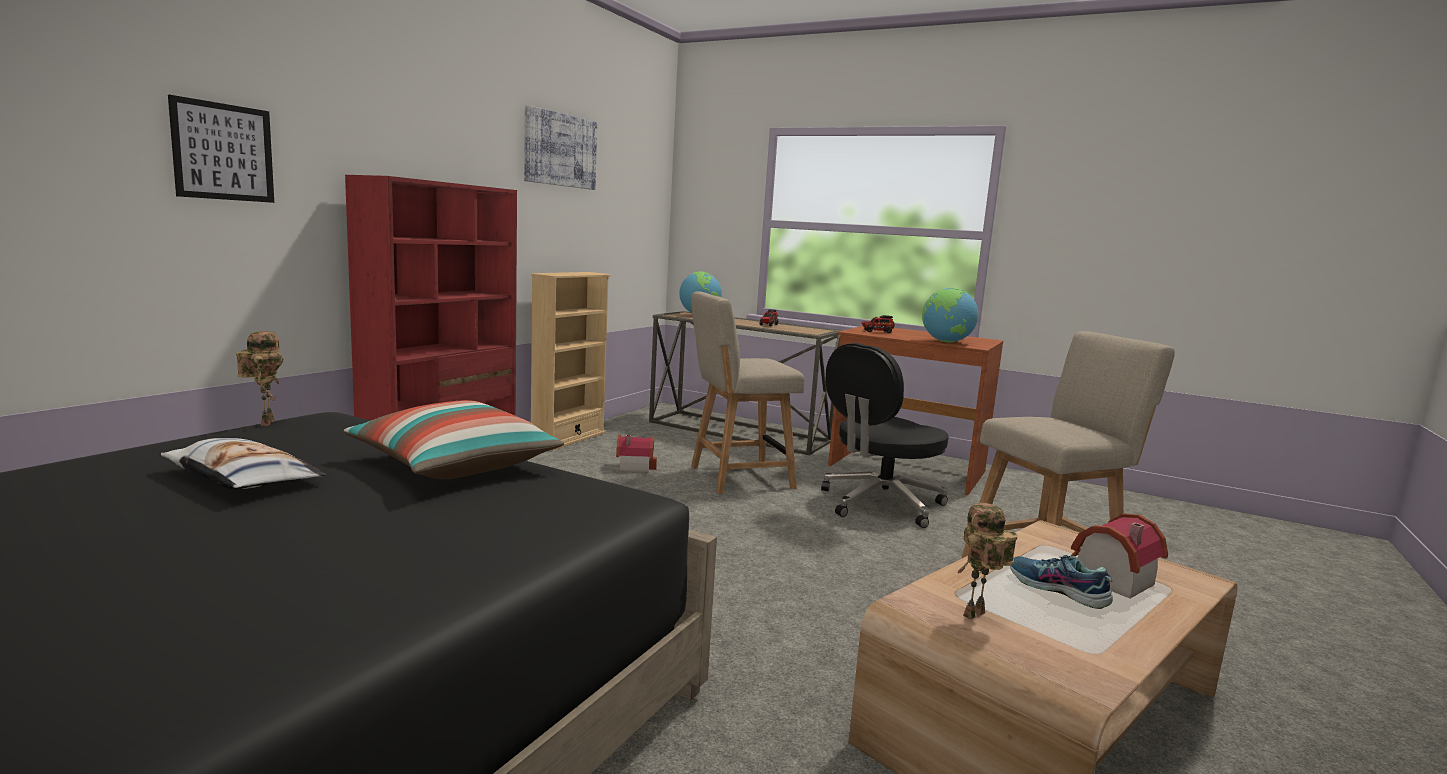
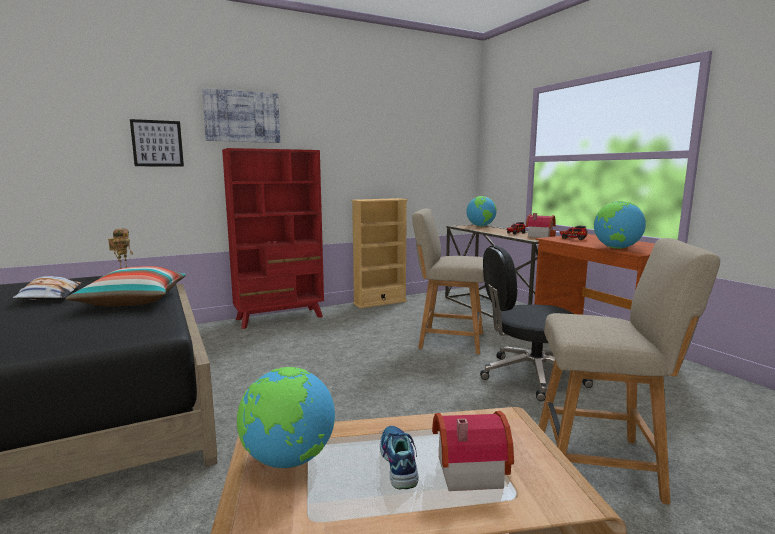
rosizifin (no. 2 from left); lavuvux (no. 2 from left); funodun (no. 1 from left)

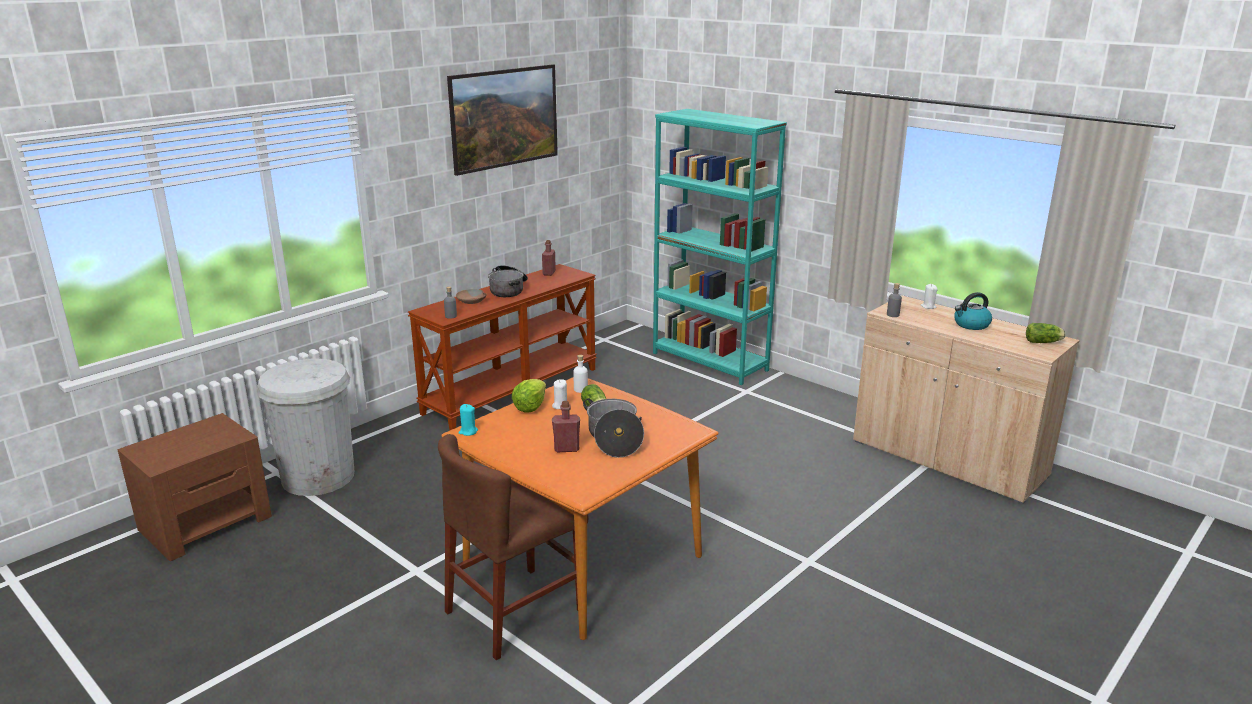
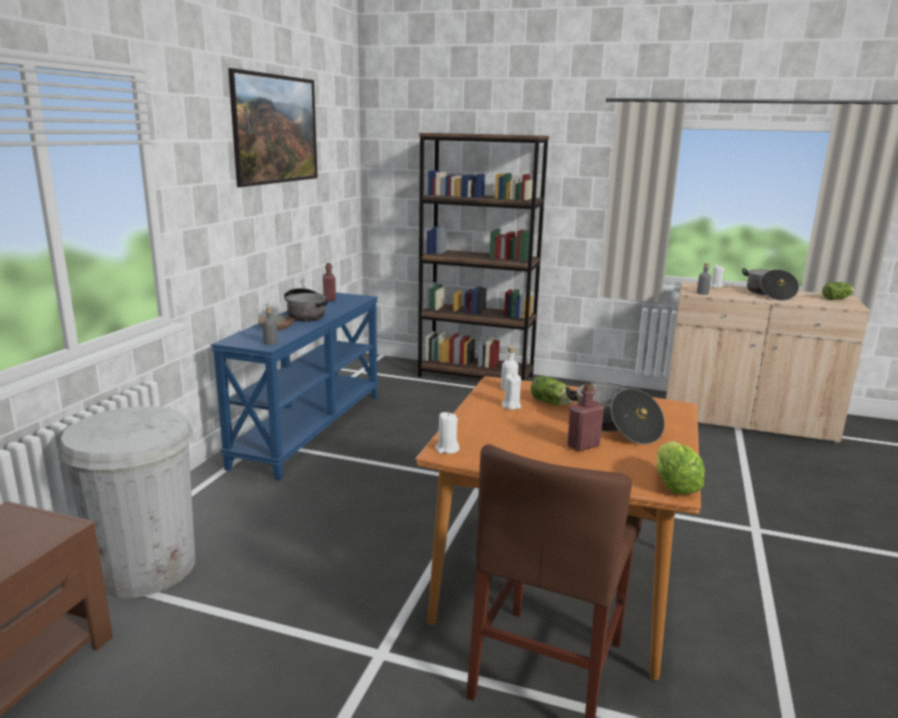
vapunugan (no. 2 from left); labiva (no. 3 from left); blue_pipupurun; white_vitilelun (no. 1 from left); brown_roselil

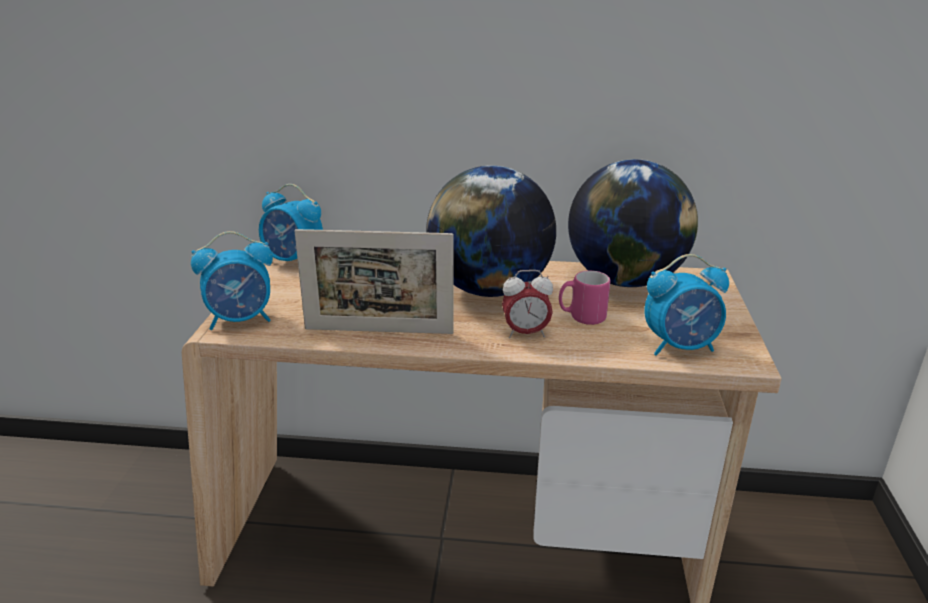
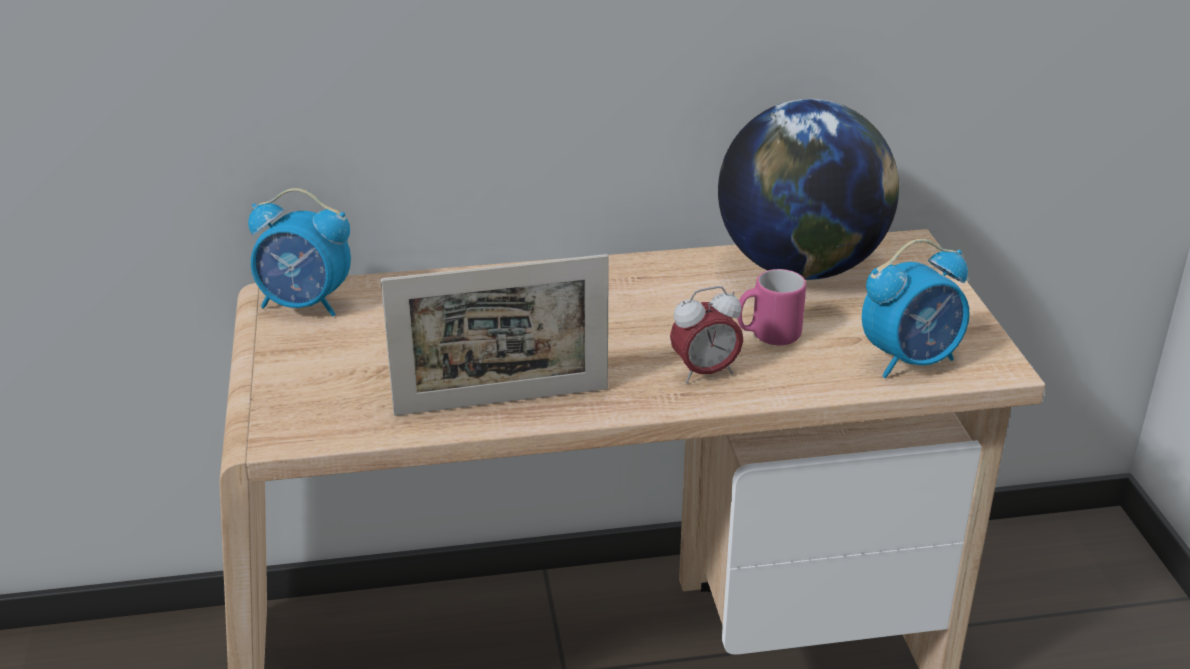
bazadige (no. 1 from left in the first image); funodun (no. 1 from left in the first image)

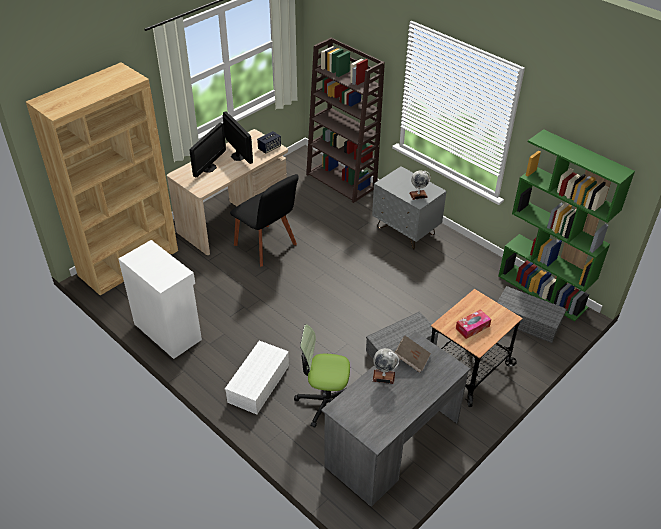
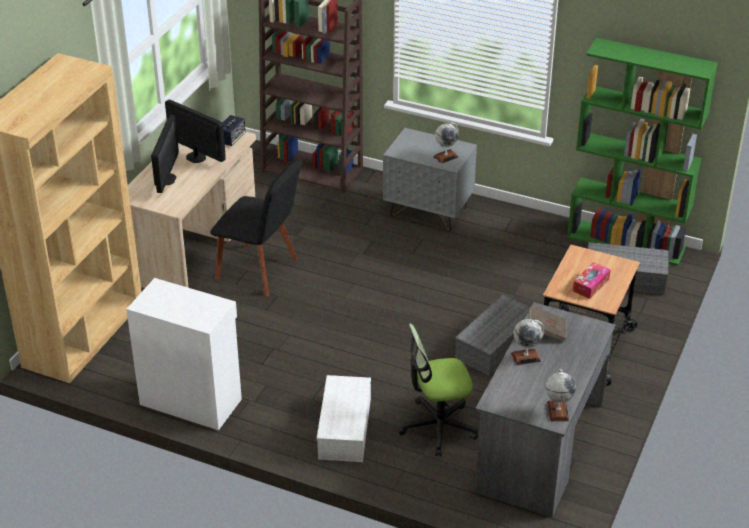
funodun (no. 3 from left)

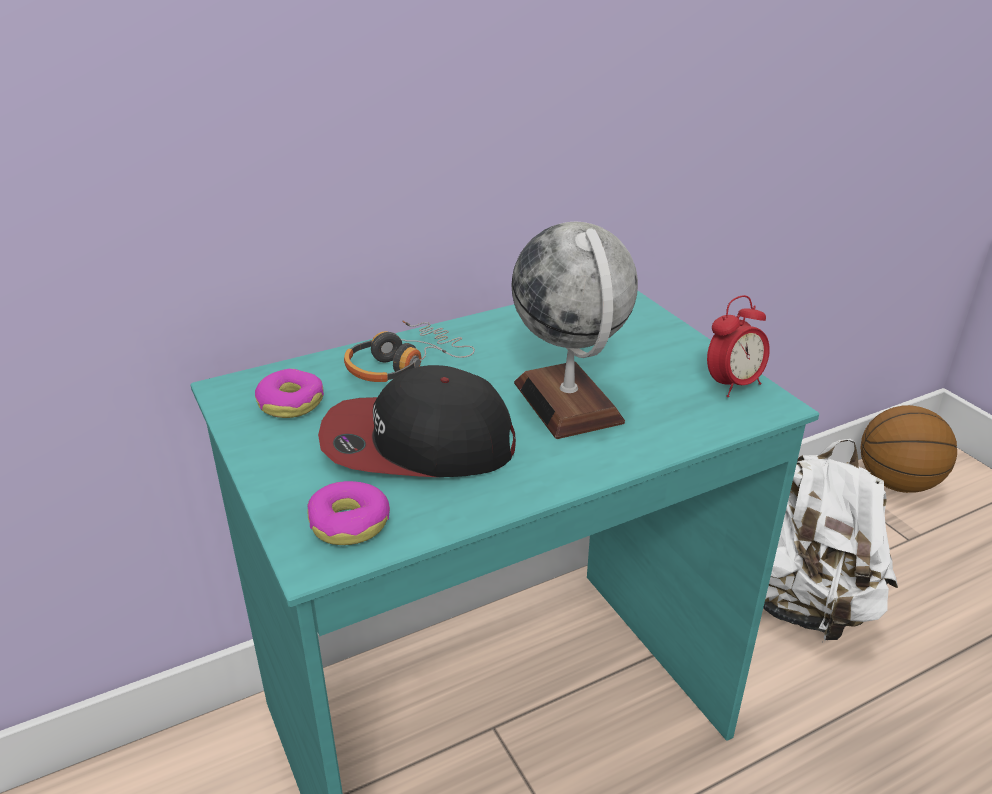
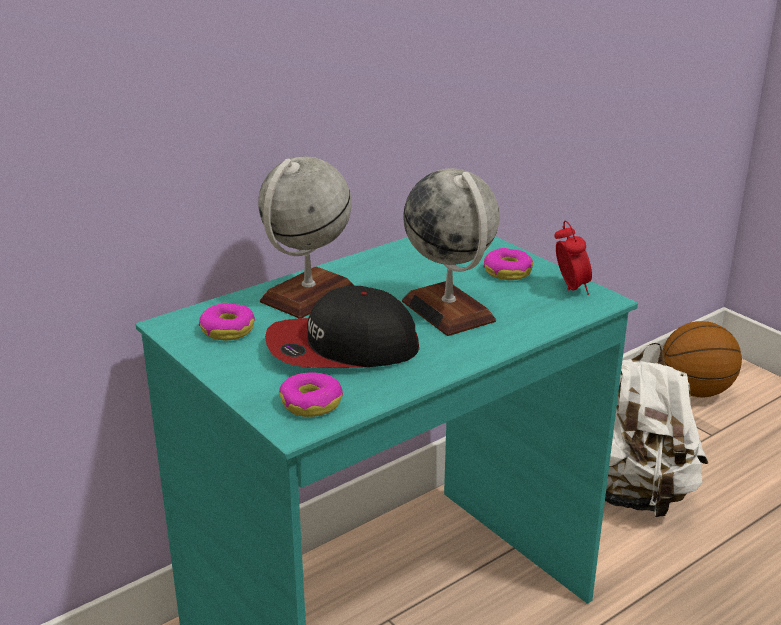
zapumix (no. 3 from left); funodun (no. 1 from left); bazadige

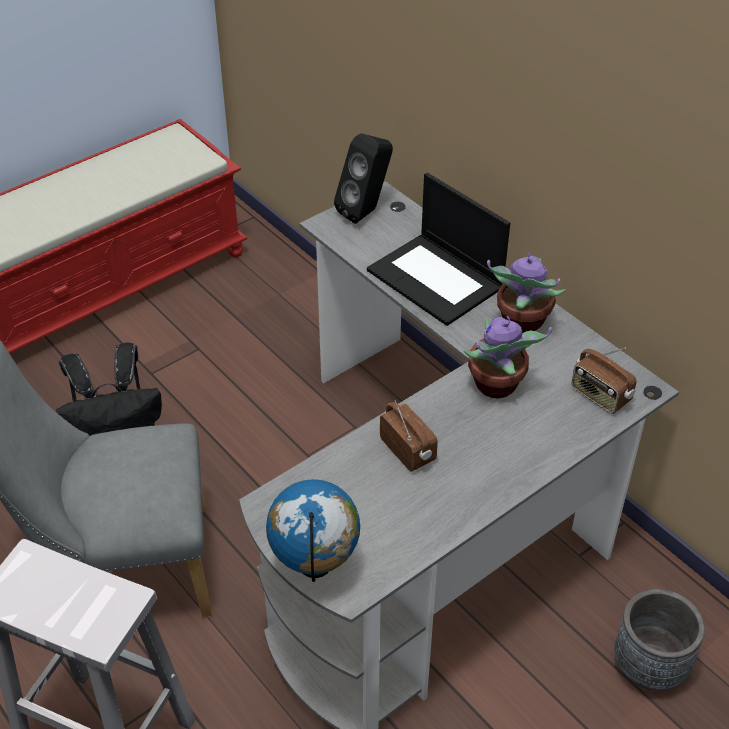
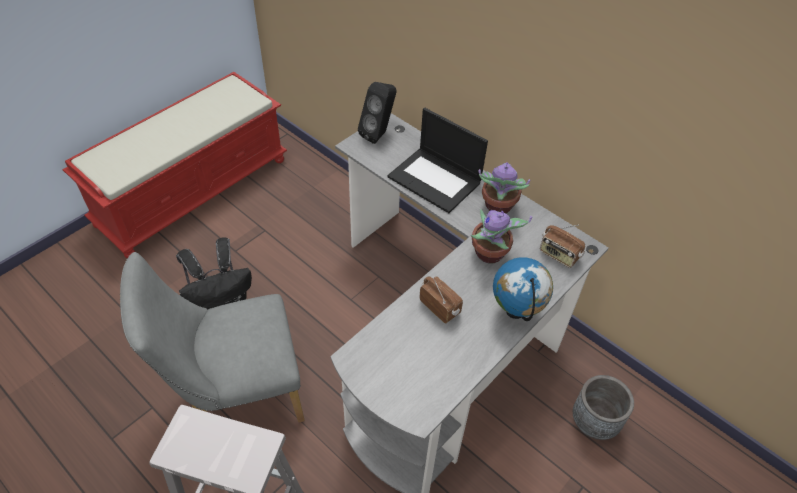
funodun

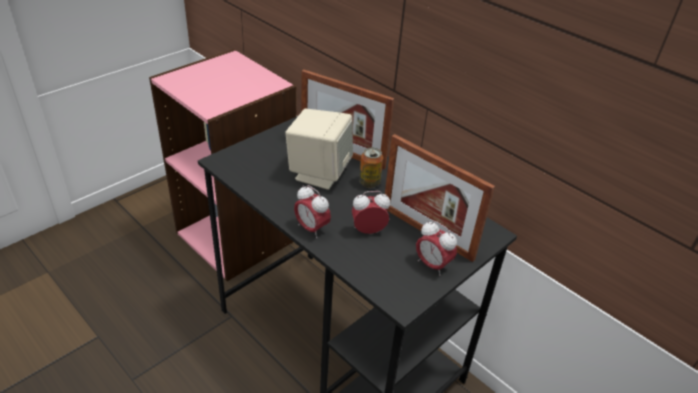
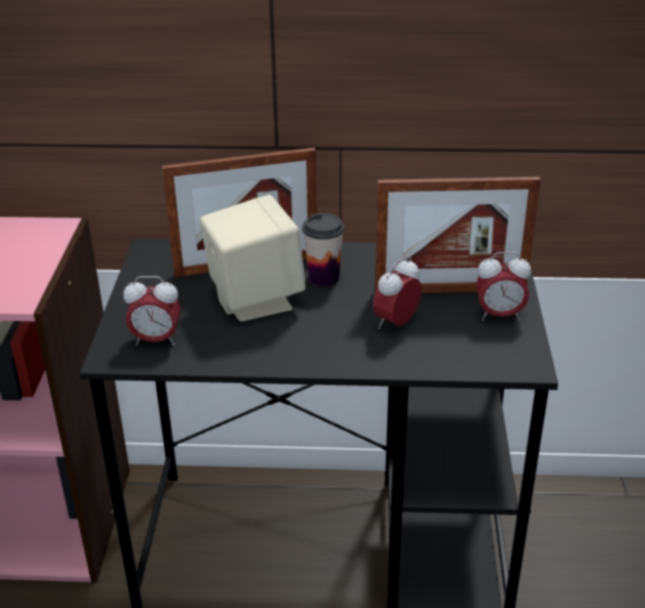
bazadige (no. 1 from left); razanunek

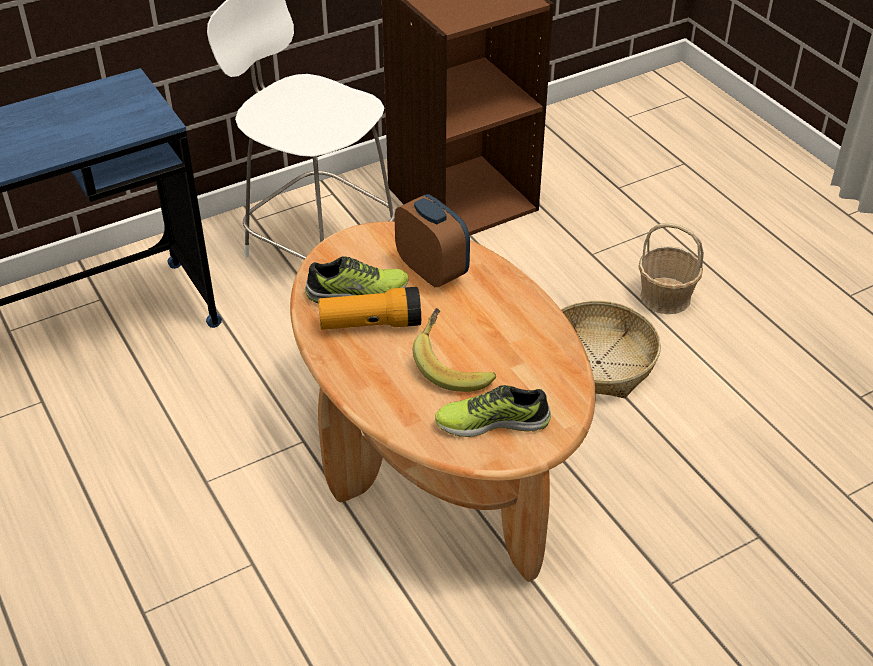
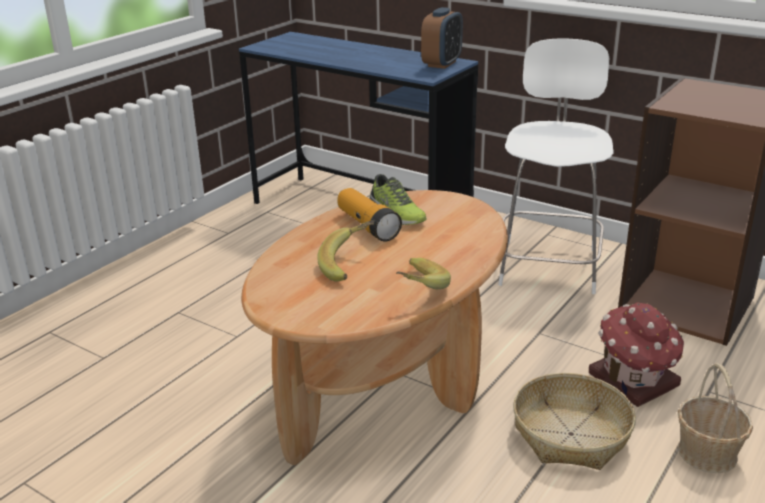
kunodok (no. 2 from left in the first image); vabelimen (no. 2 from left); lavuvux; bazadige

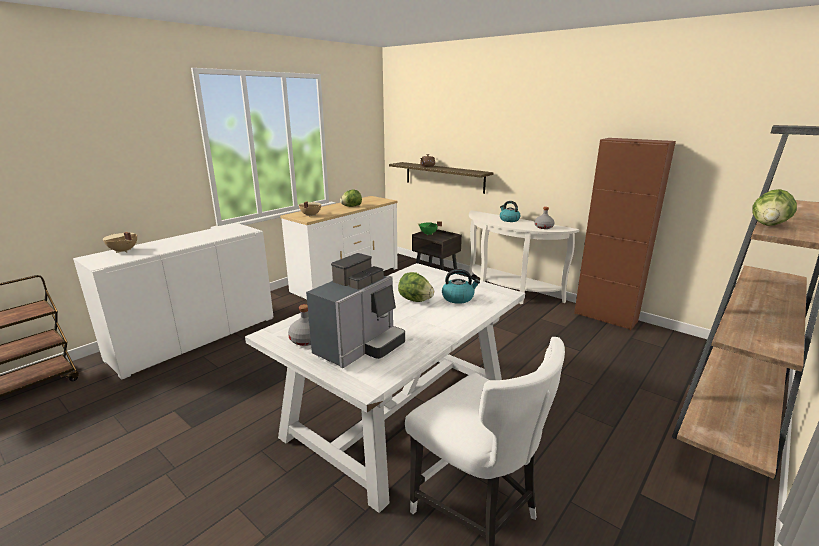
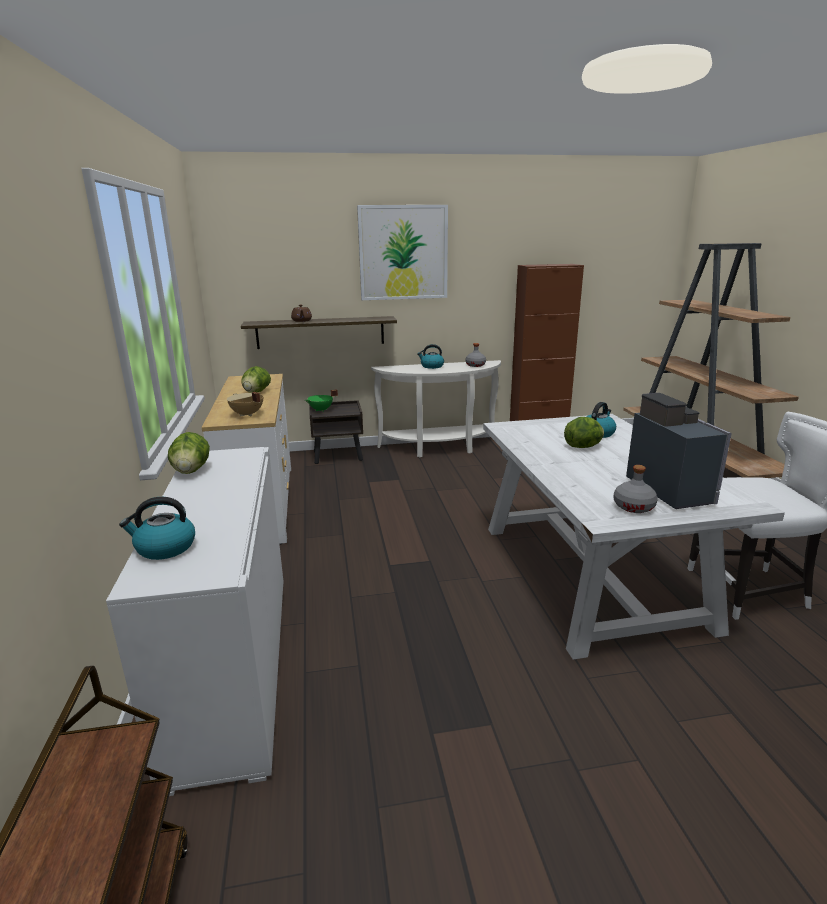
rosizifin; vapunugan (no. 1 from left); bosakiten (no. 1 from left)

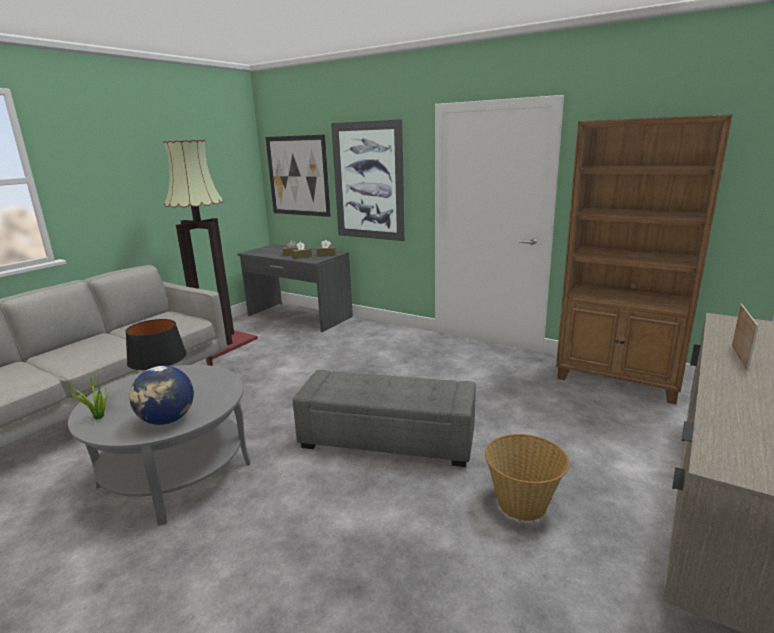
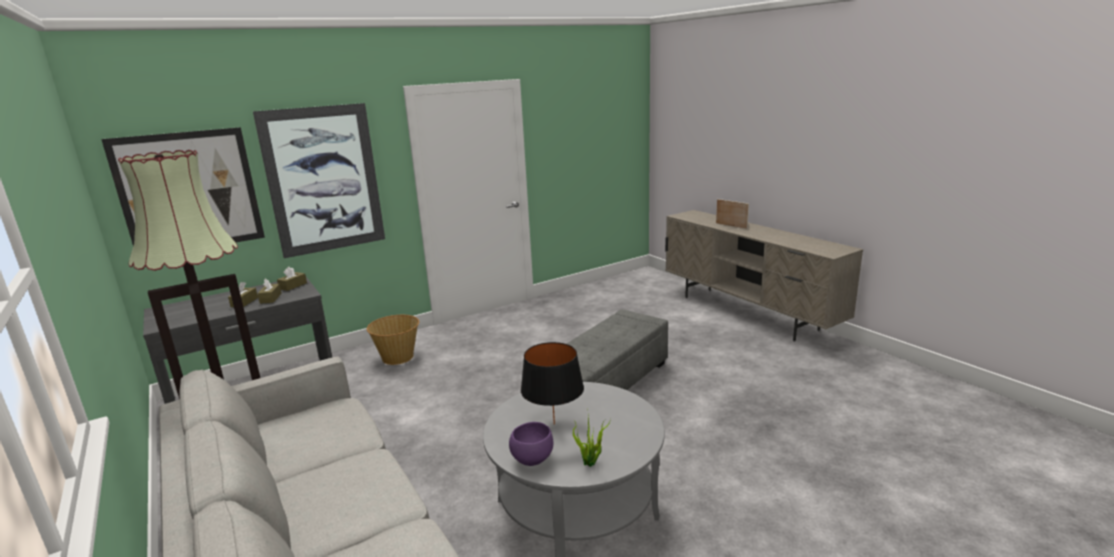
funodun; brown_roselil; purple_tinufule; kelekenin

